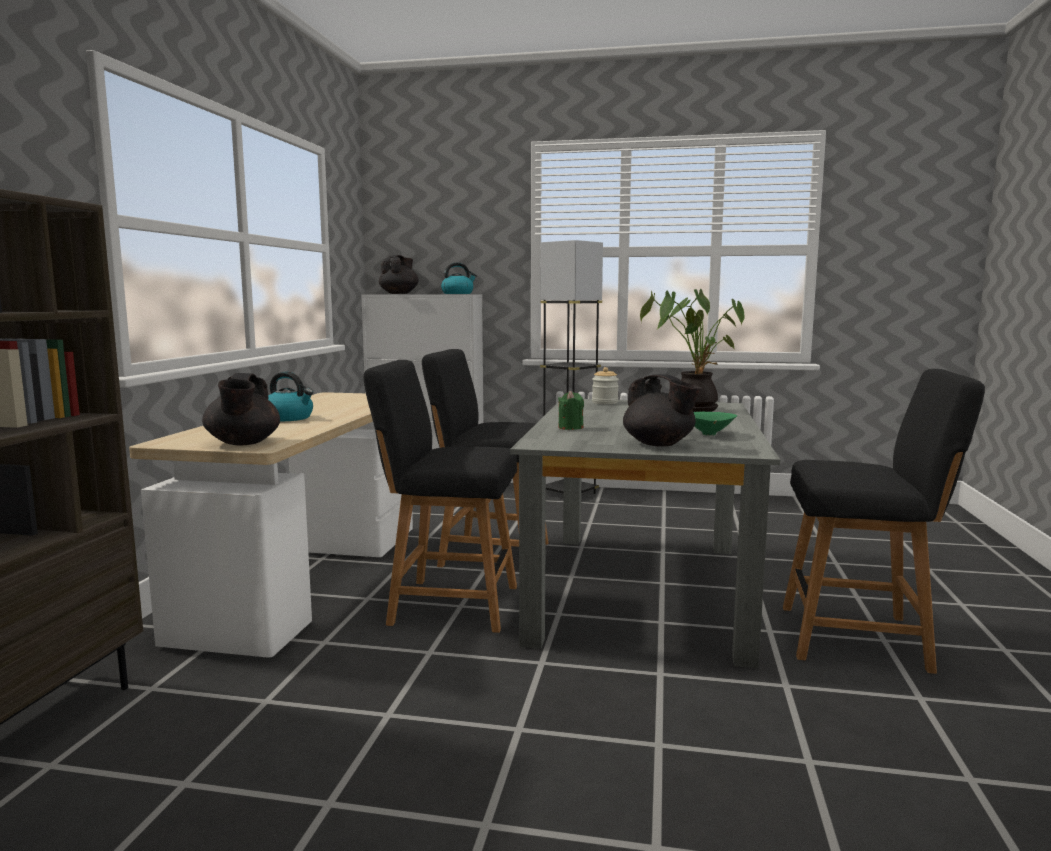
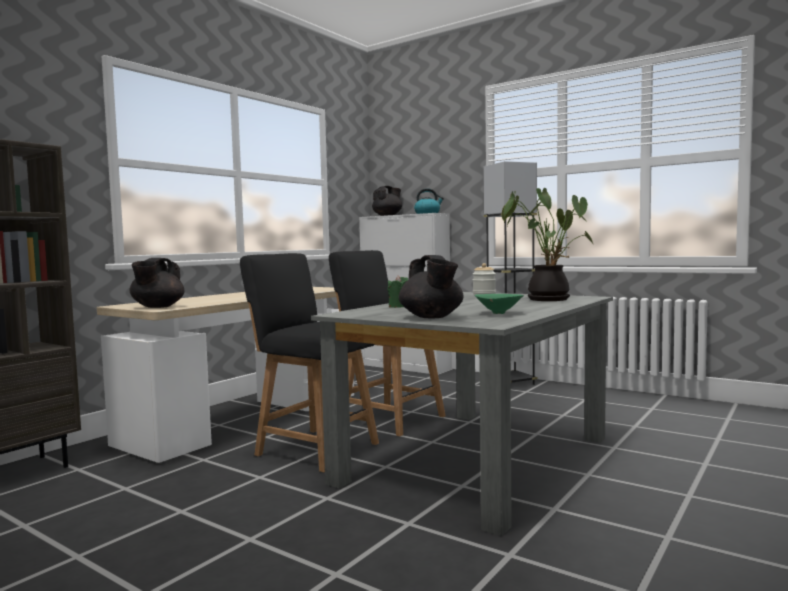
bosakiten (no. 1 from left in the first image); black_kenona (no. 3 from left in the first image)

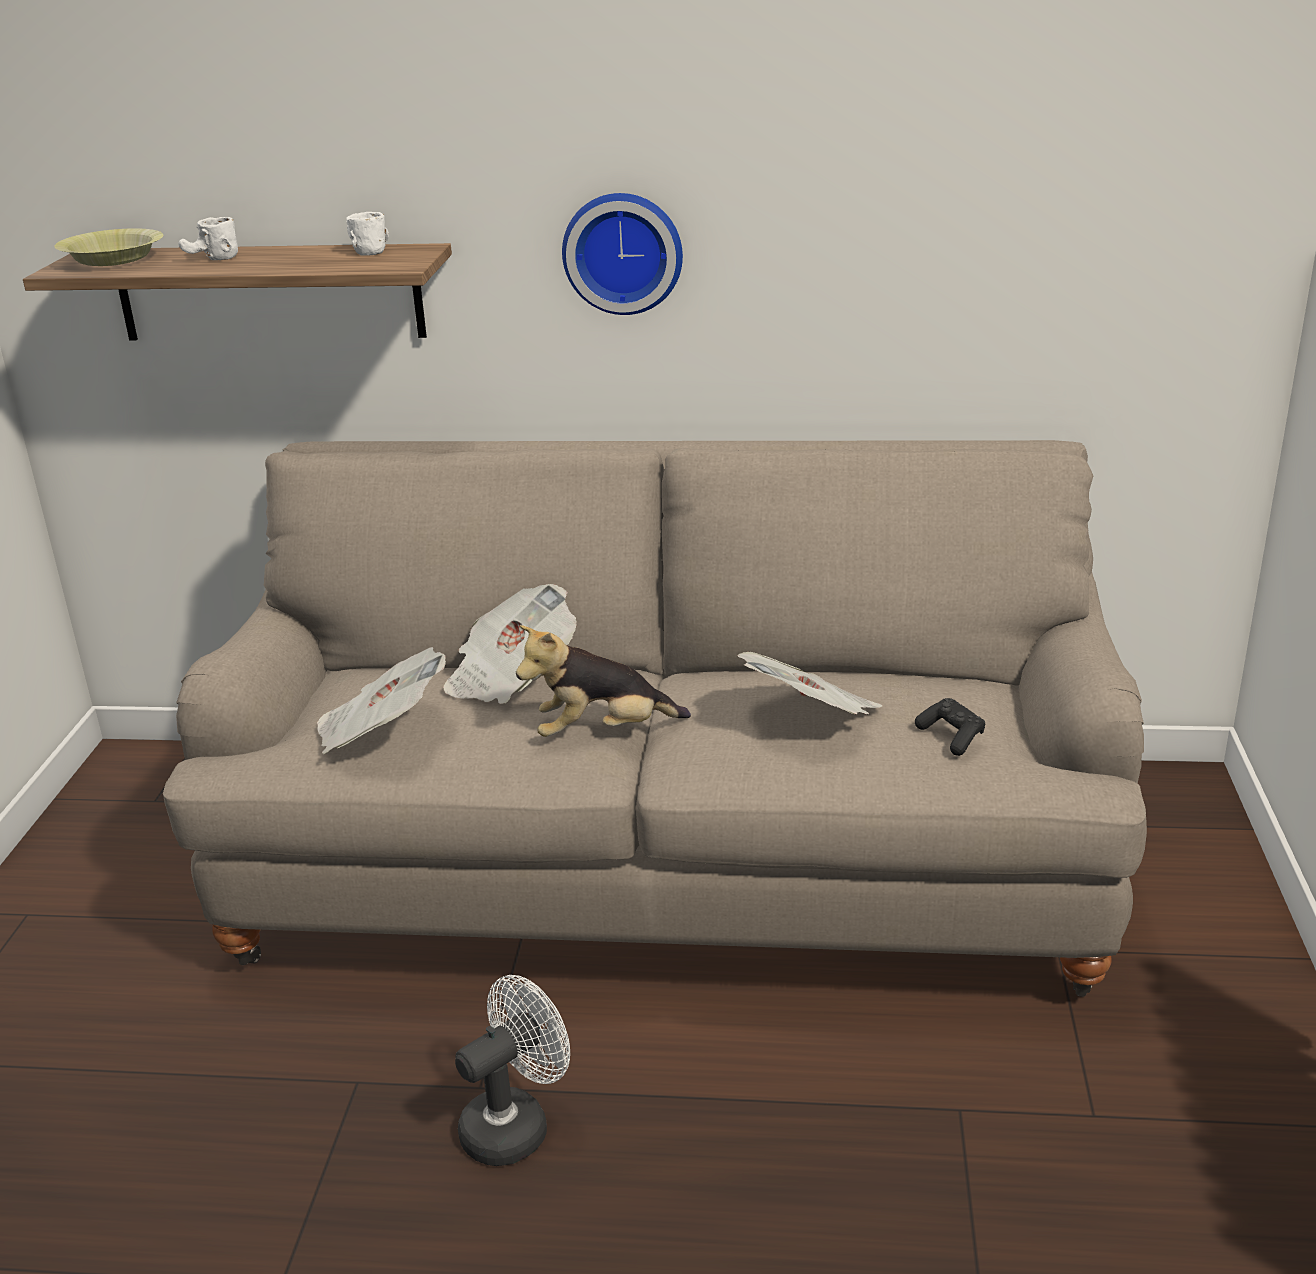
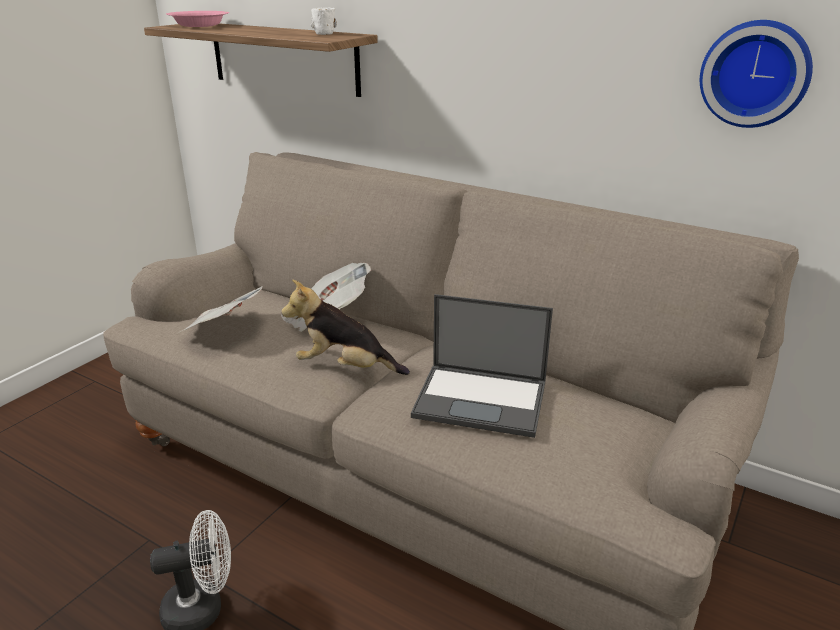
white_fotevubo (no. 1 from left in the first image); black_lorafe; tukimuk; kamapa; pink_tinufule

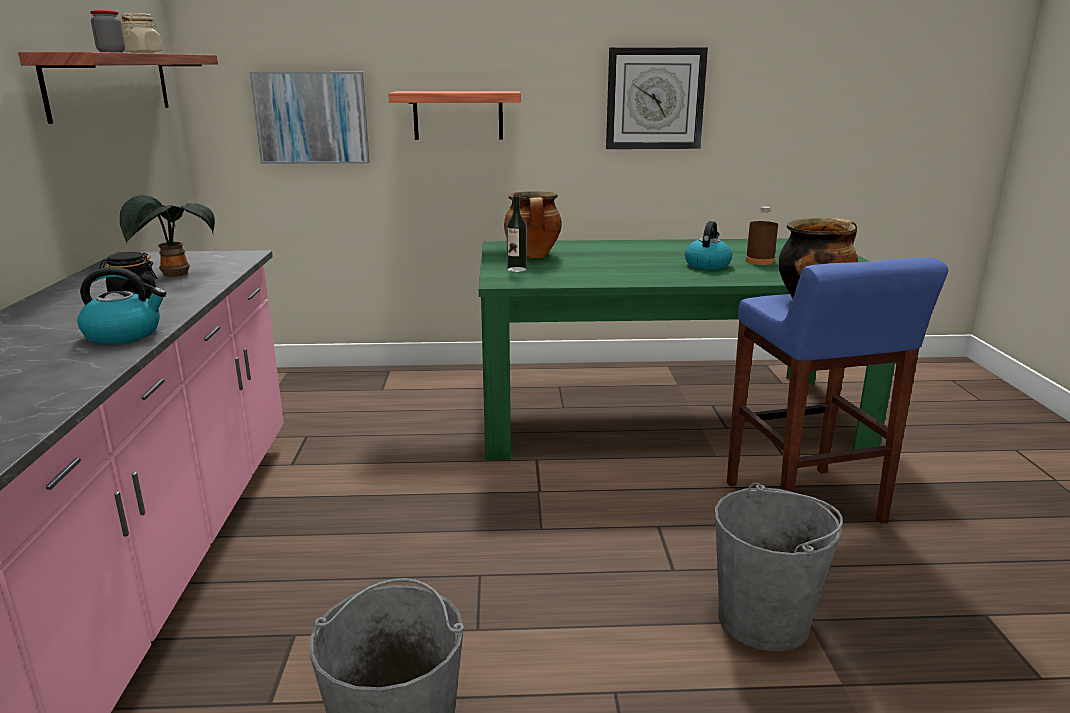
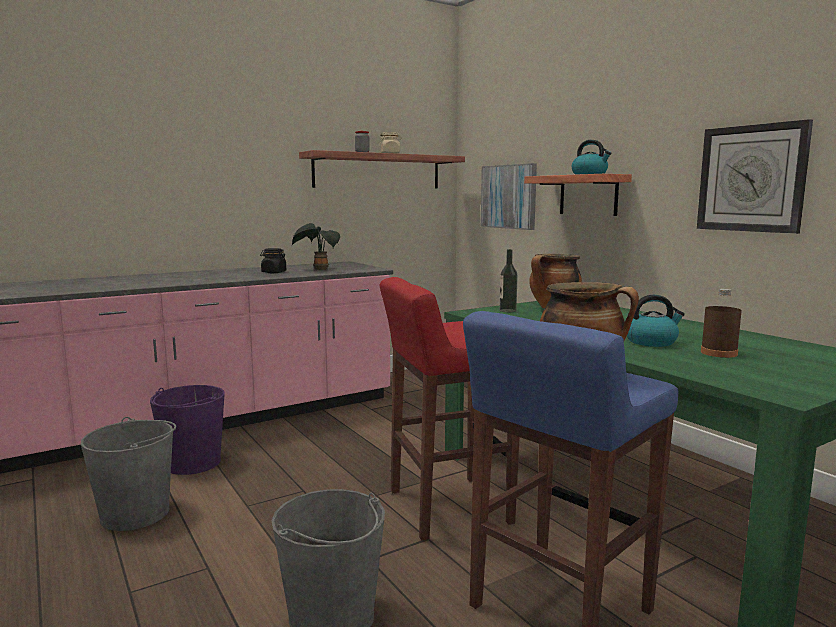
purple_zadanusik; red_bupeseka; bosakiten (no. 1 from left)

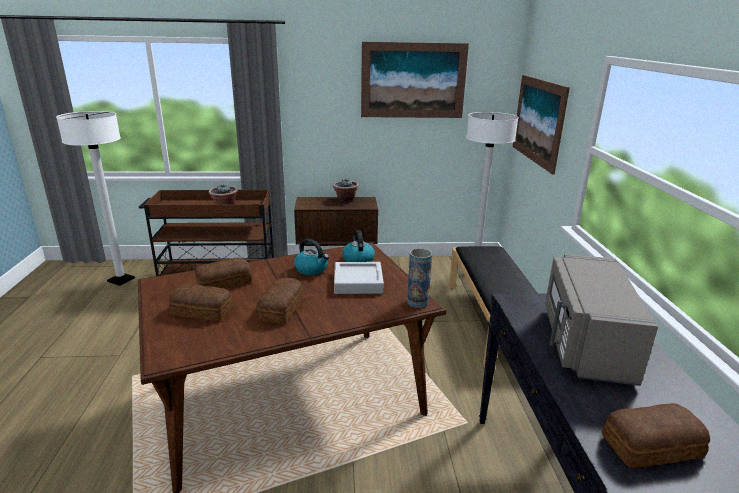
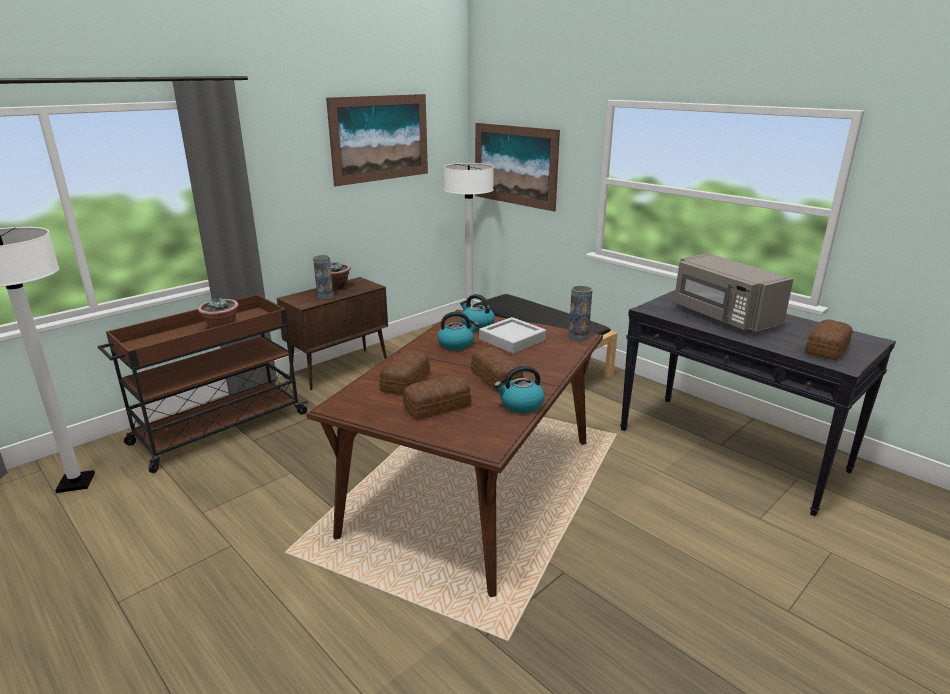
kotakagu (no. 1 from left); bosakiten (no. 3 from left)

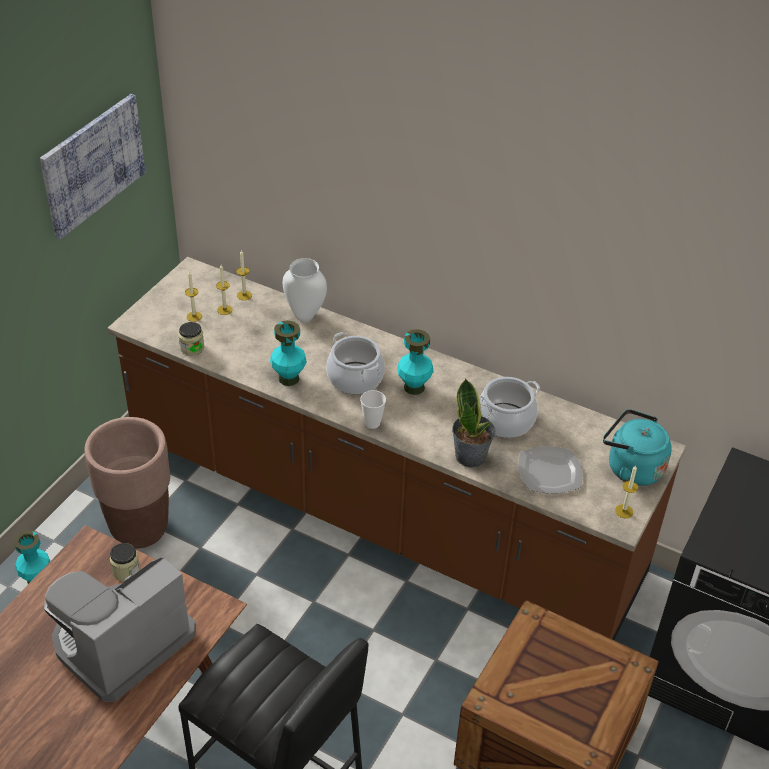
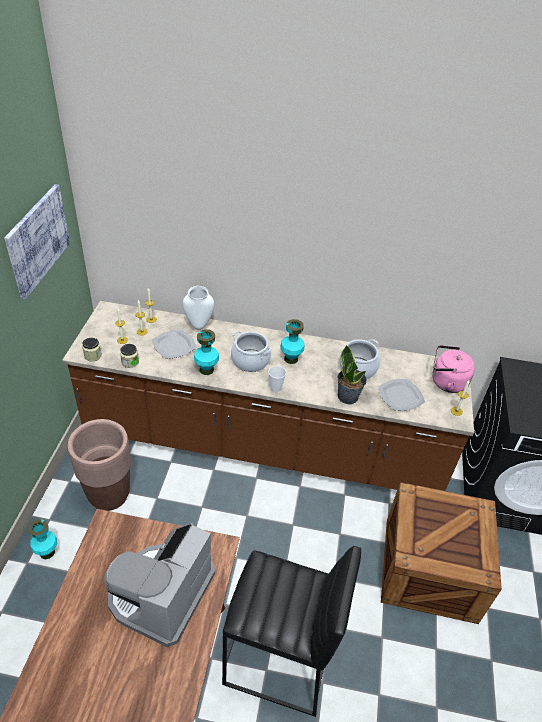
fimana (no. 1 from left); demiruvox (no. 1 from left); pink_bosakiten

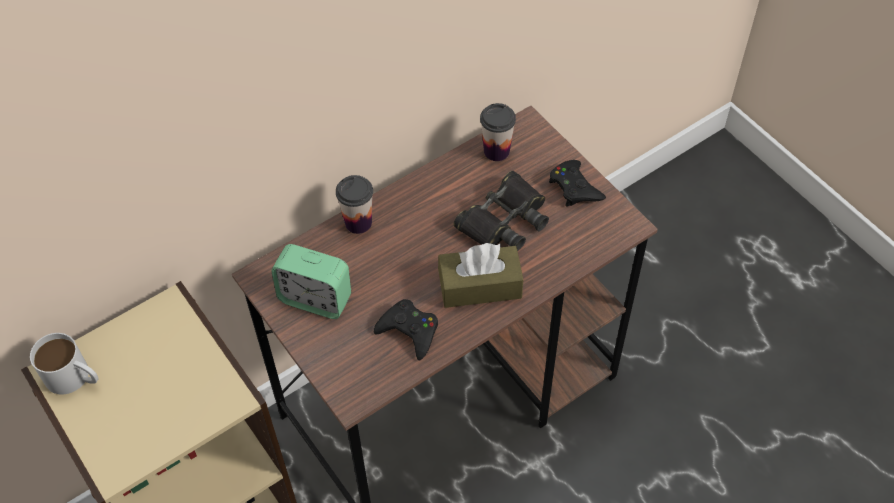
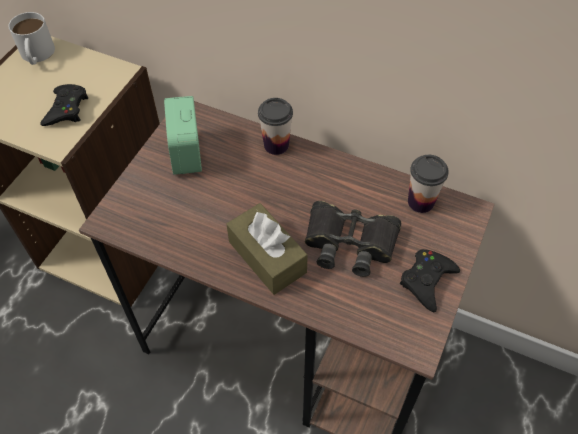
black_lorafe (no. 1 from left)

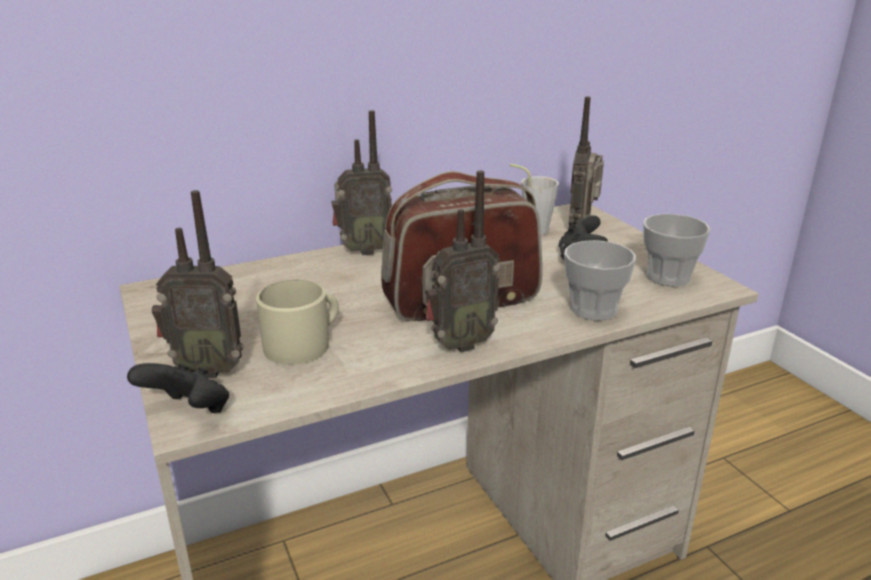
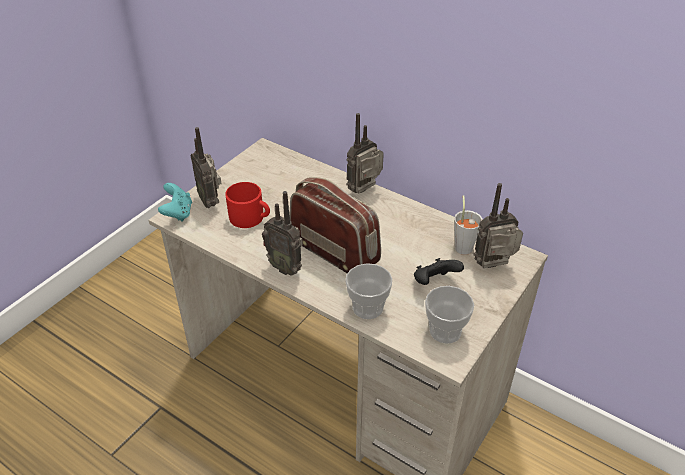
turquoise_lorafe; red_fotevubo; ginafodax (no. 4 from left)

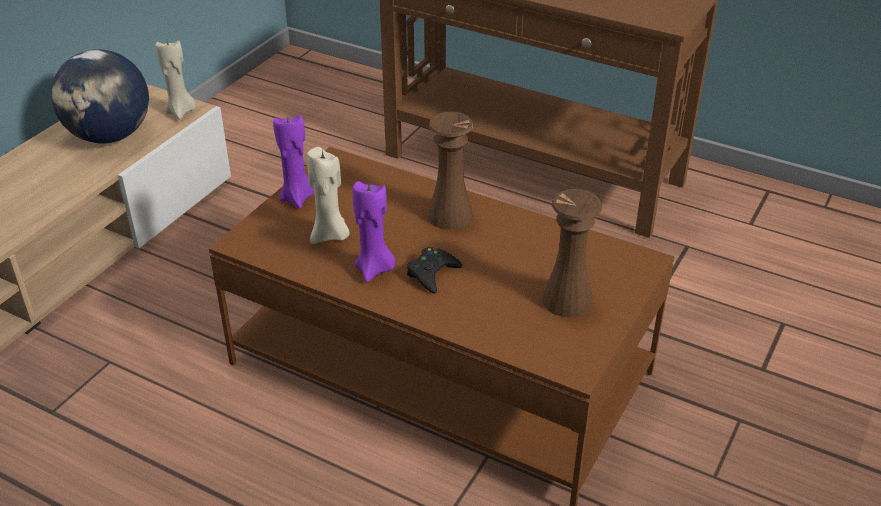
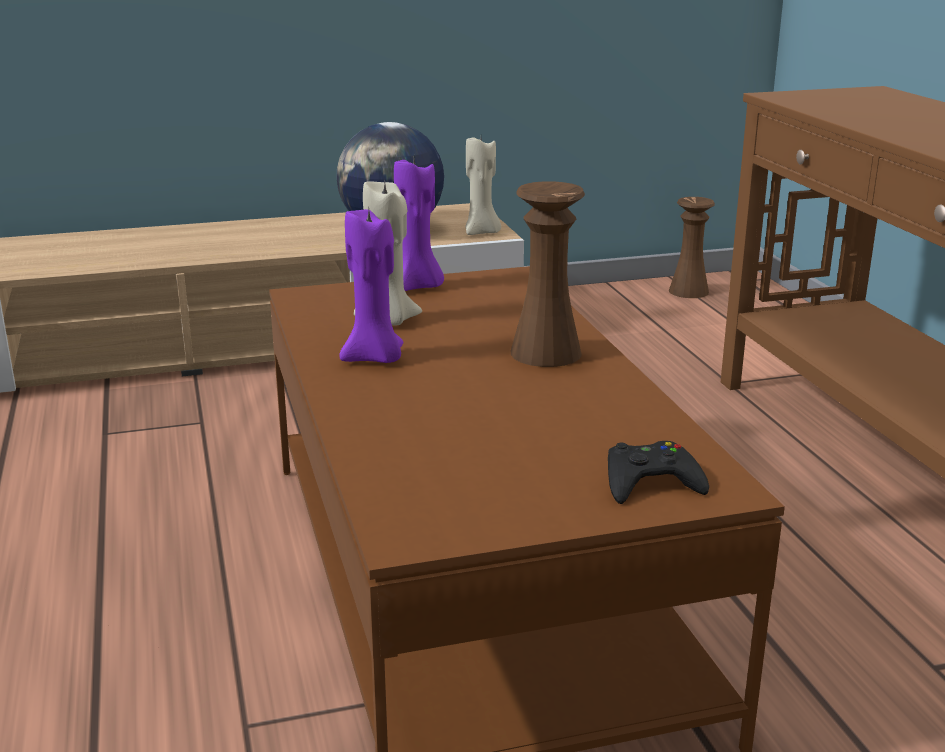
black_lorafe; brown_kotakagu (no. 2 from left)

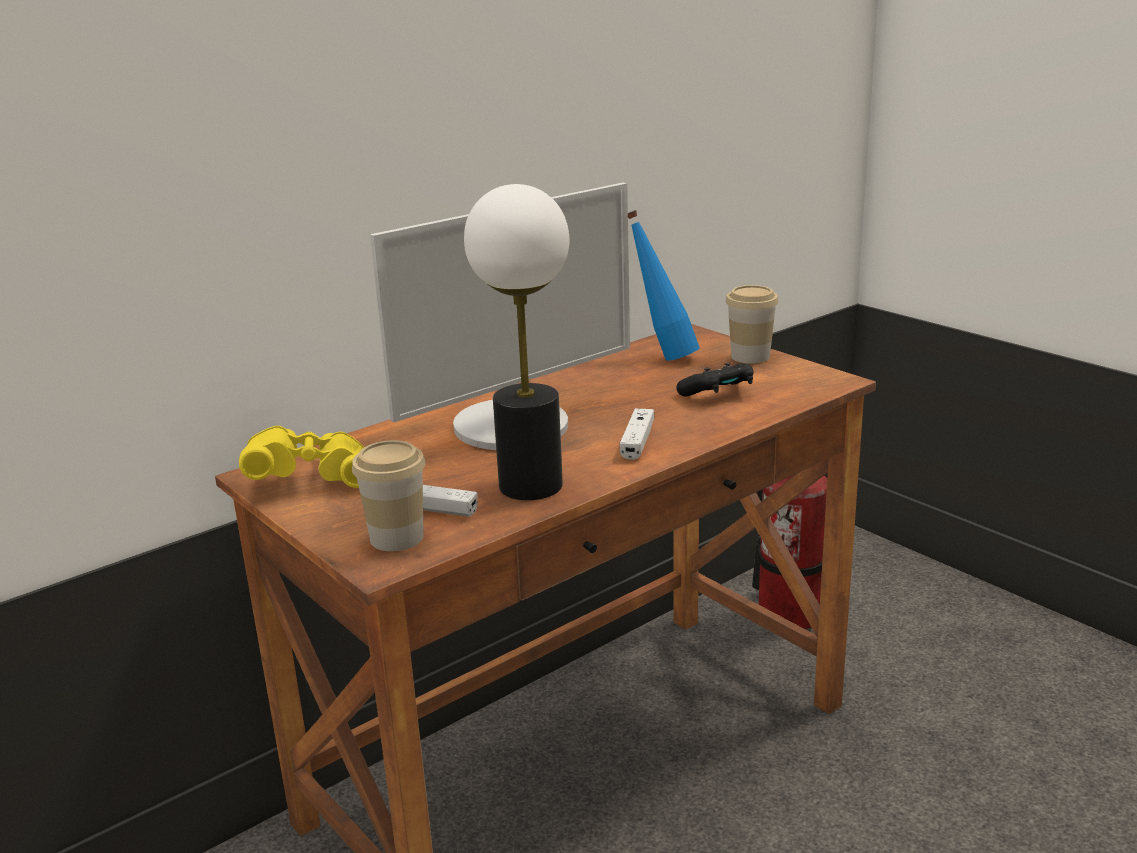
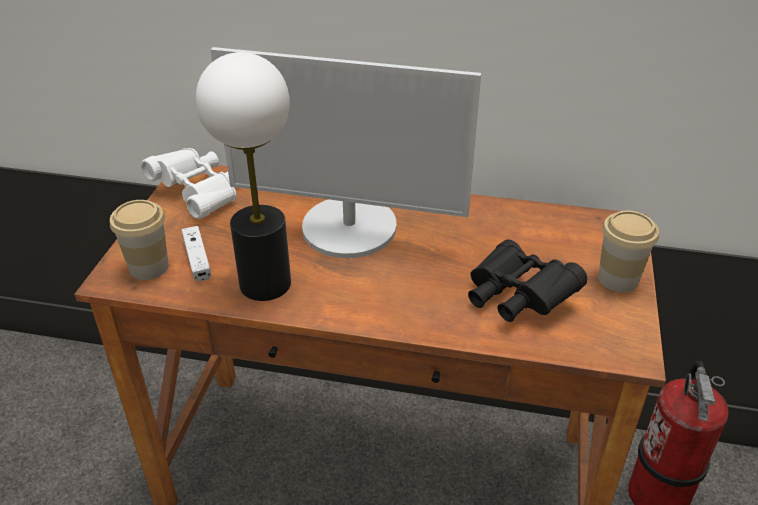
white_lorafe (no. 2 from left in the first image); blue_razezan; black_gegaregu; white_gegaregu

